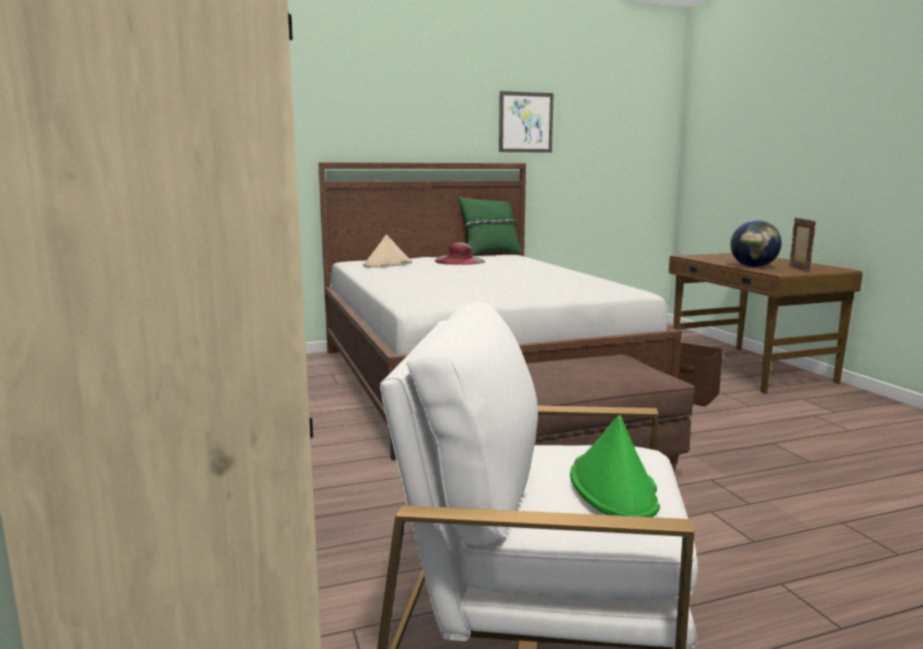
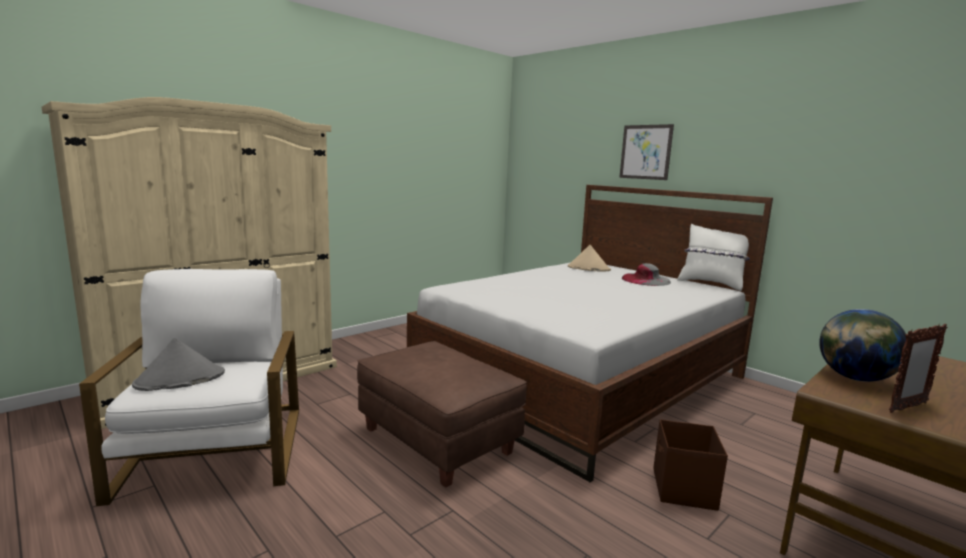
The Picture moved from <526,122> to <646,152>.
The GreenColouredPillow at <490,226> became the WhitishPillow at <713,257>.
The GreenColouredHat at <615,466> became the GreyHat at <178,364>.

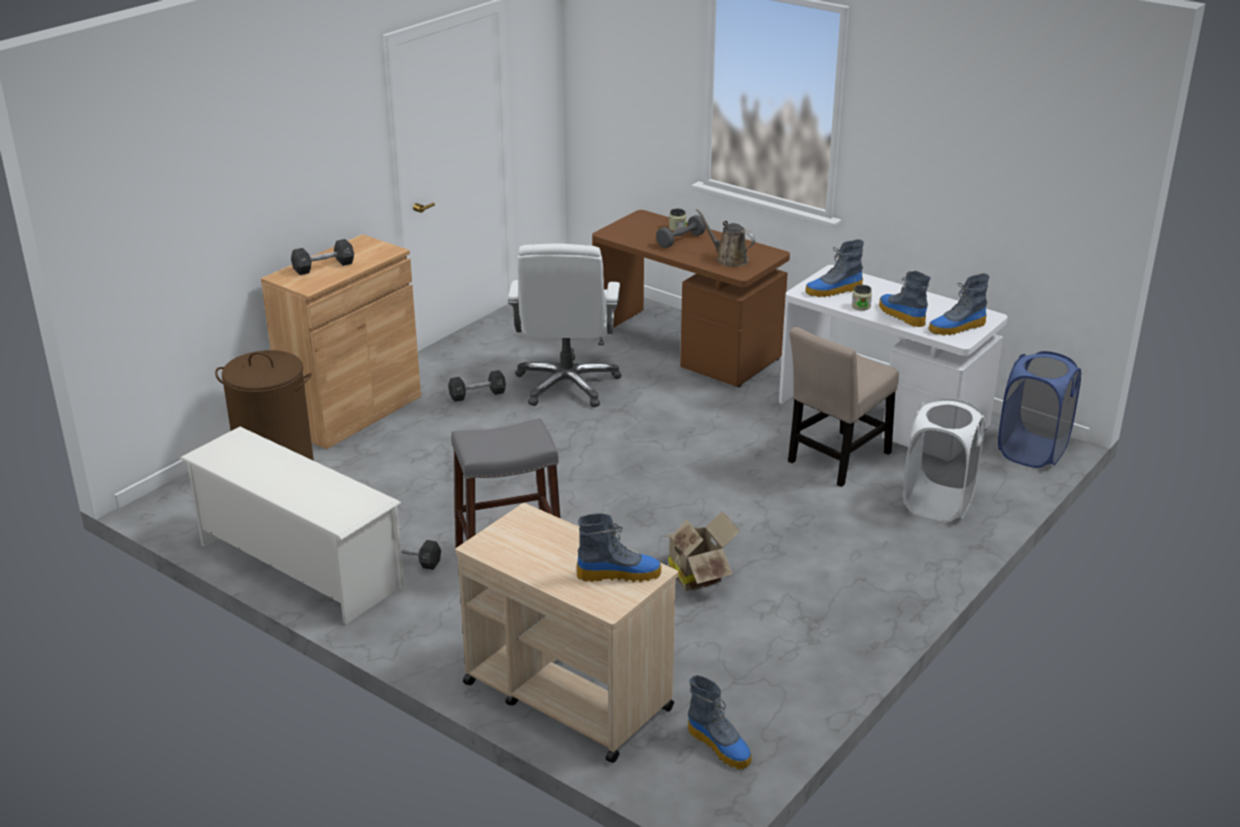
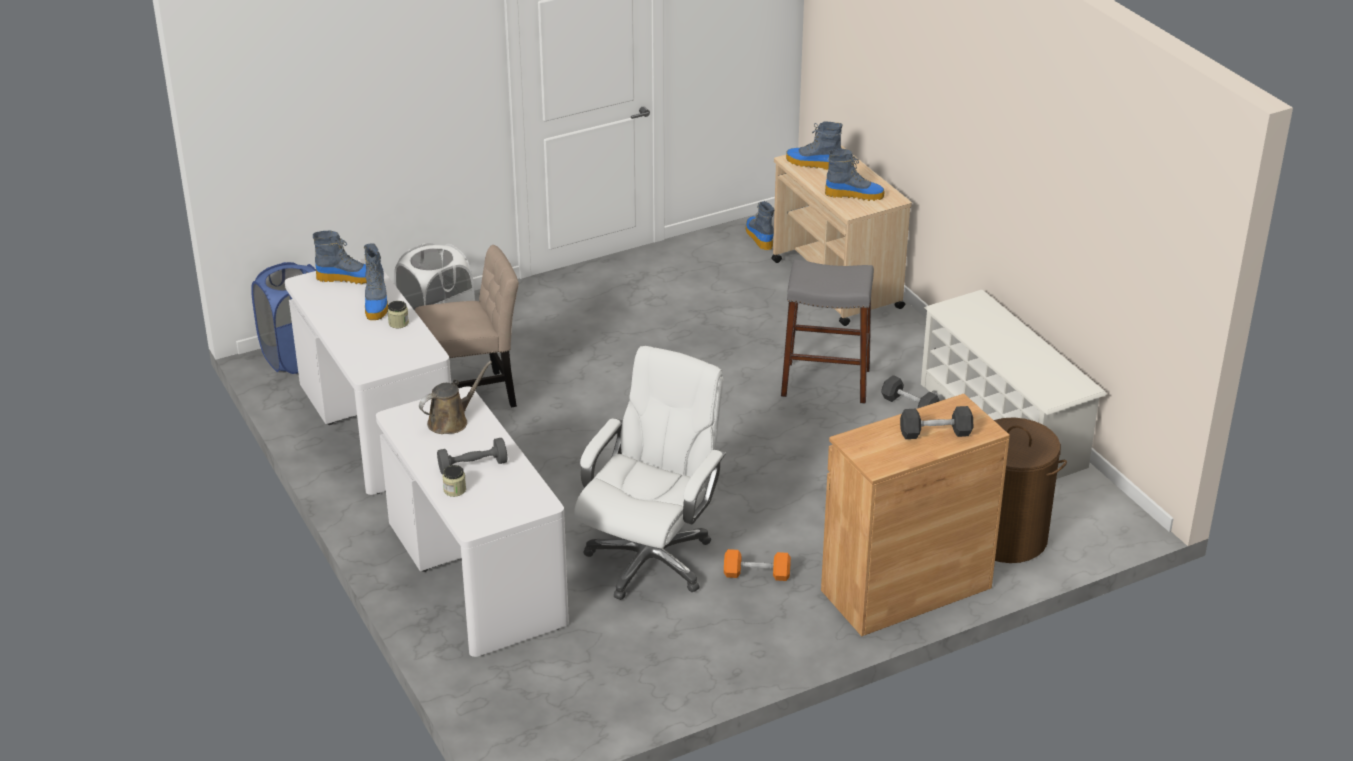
The CardboardBox at <701,551> disappeared.
The TallBoot moved from <834,268> to <854,175>.
The BlackColouredDumbbell at <477,386> became the OrangeDumbbell at <757,565>.
The BrownColouredDeskTable at <691,299> became the WhitishDeskTable at <472,521>.
The BrownColouredWateringCan at <725,238> turned 105 degrees counterclockwise.

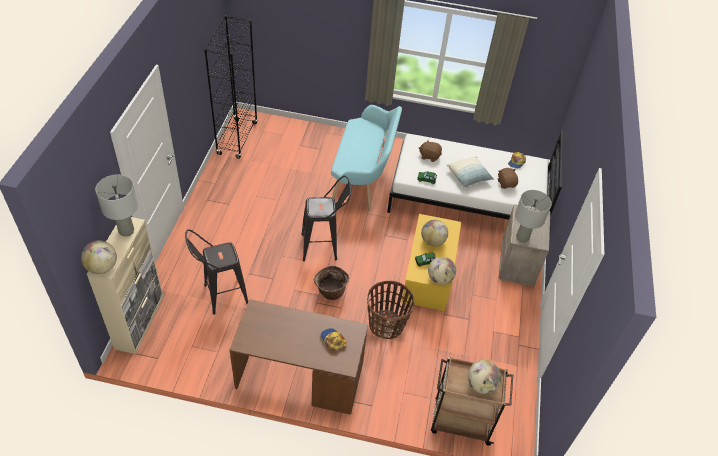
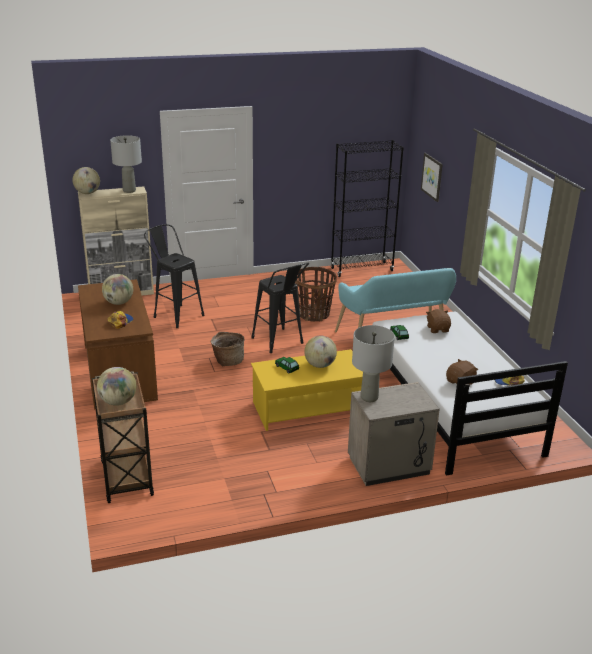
The Pillow at <470,172> disappeared.
The Picture at <432,177> appeared.
The Basket moved from <391,310> to <316,294>.
The WorldGlobe moved from <442,270> to <117,289>.

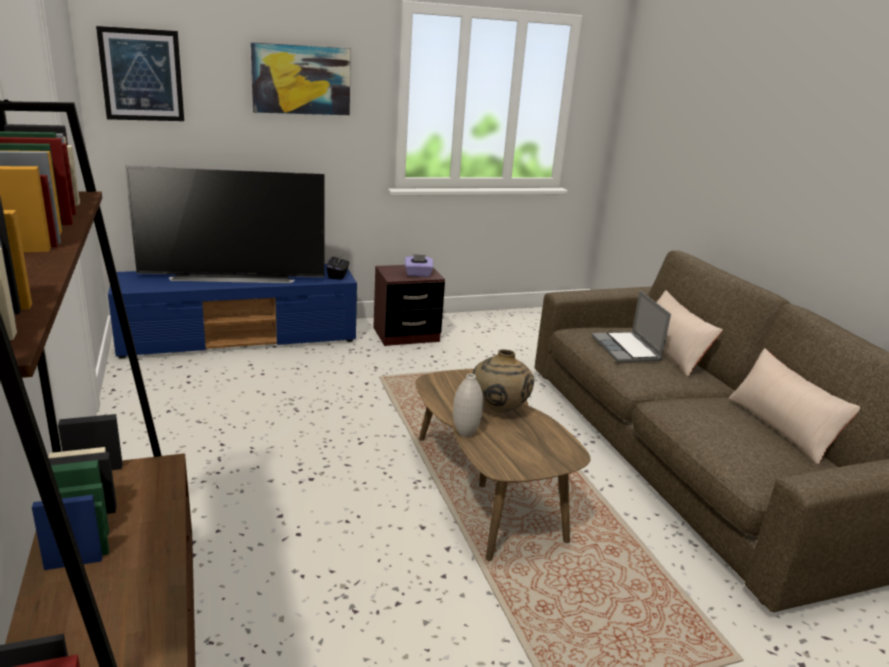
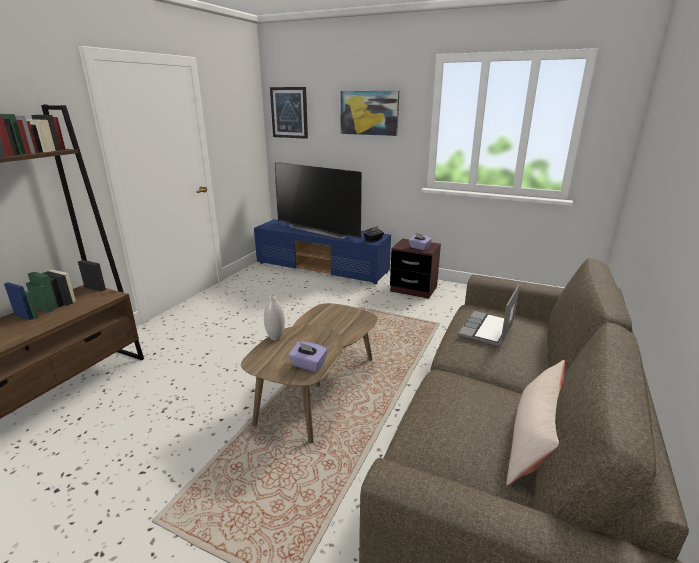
The BeigeColouredVase at <503,381> disappeared.
The BeigeColouredPillow at <689,333> disappeared.
The PurpleColouredBoxOfTissues at <307,356> appeared.

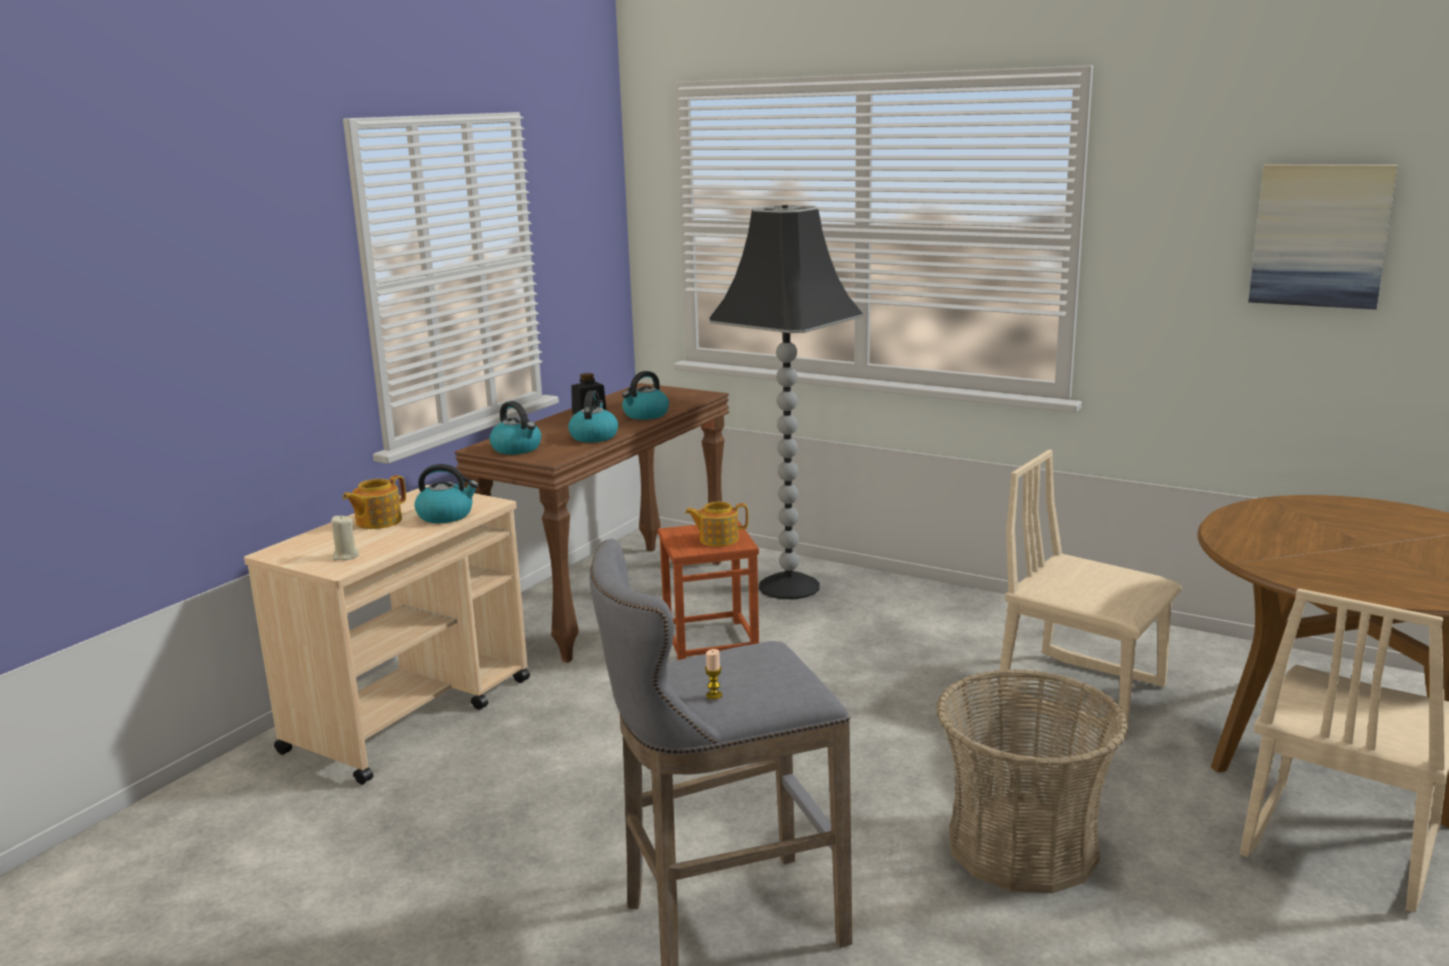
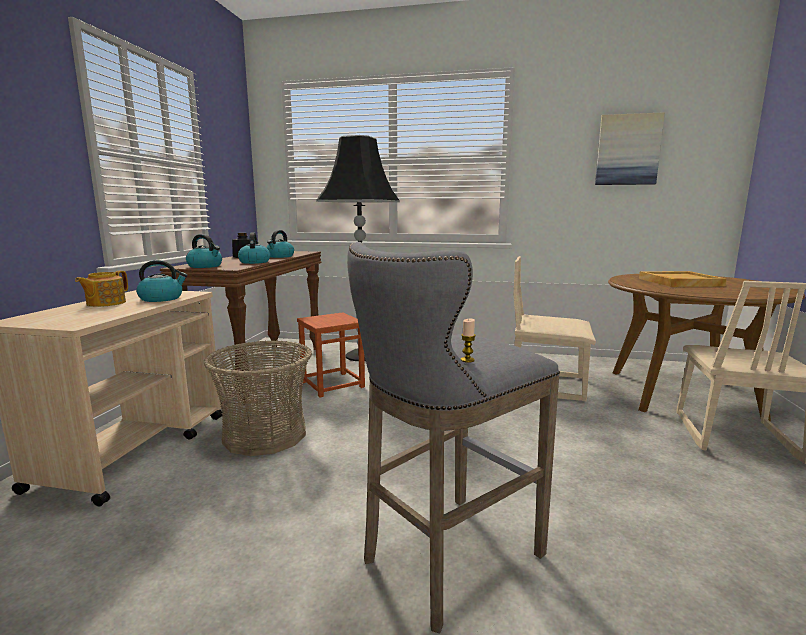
The BeigeColouredWaxCandle at <345,538> disappeared.
The PotForTea at <716,524> disappeared.
The BeigeColouredServingTray at <683,279> appeared.
The Basket moved from <1032,781> to <258,398>.

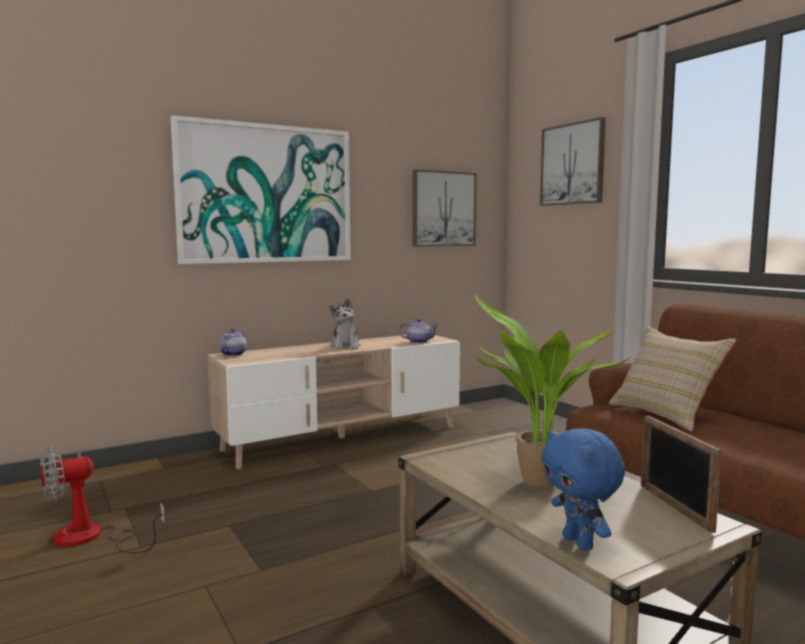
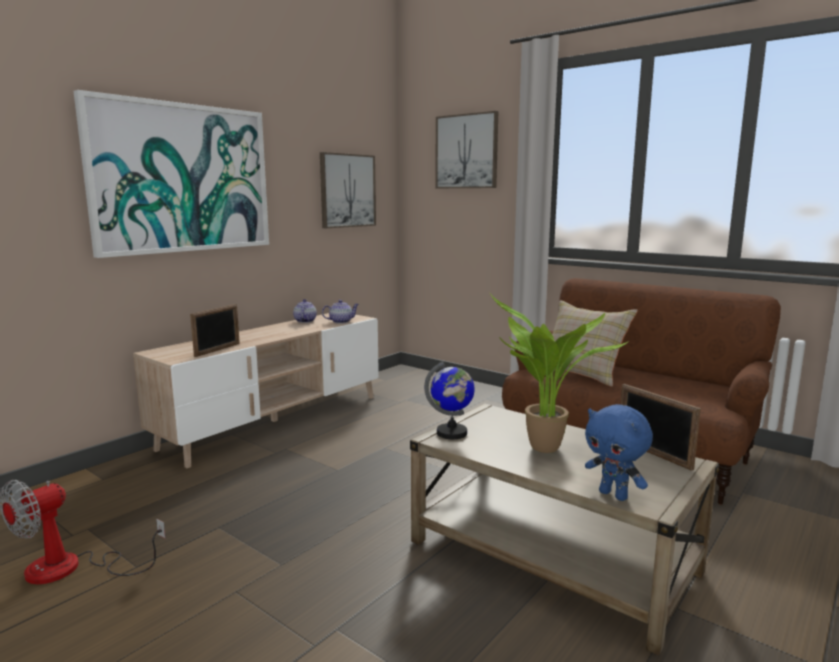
The PlushToy at <345,324> disappeared.
The StandingFrame at <215,330> appeared.
The WorldGlobe at <449,400> appeared.
The PotForTea moved from <233,342> to <305,311>.

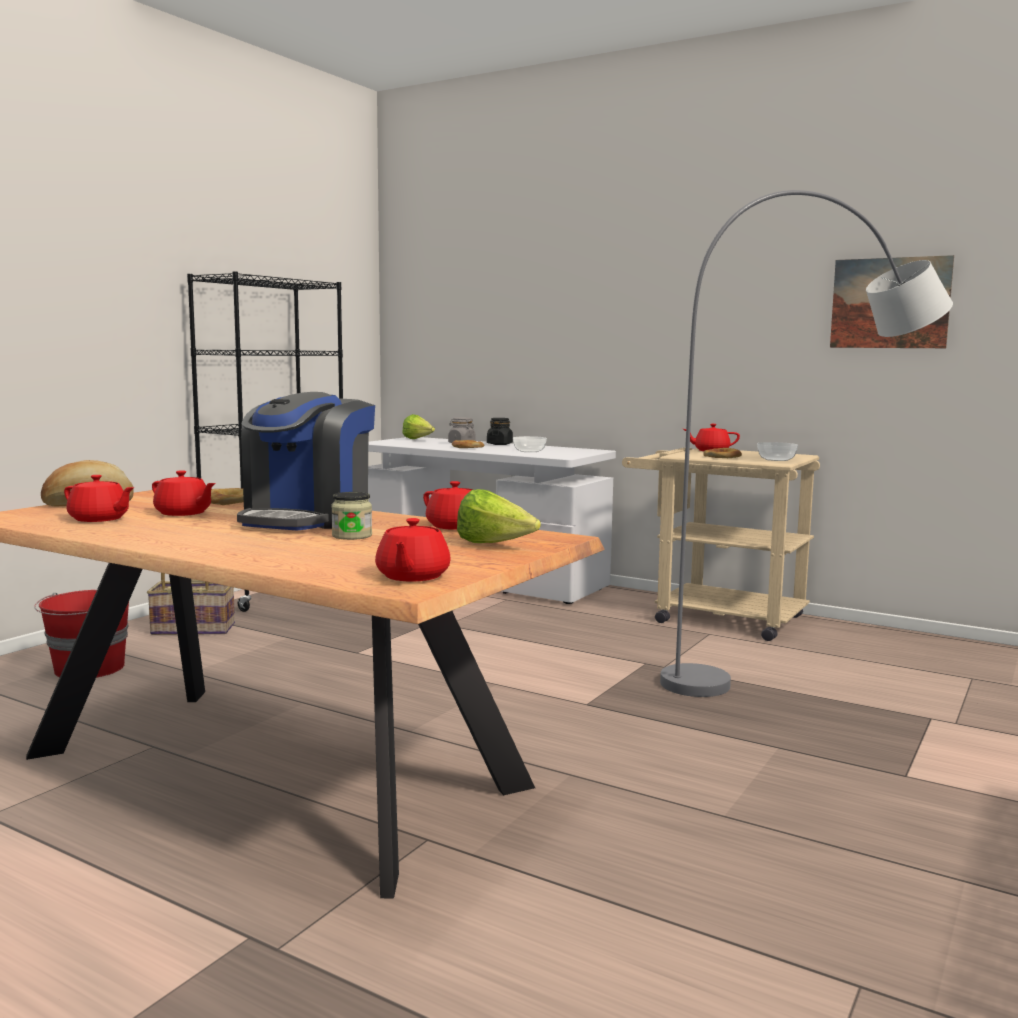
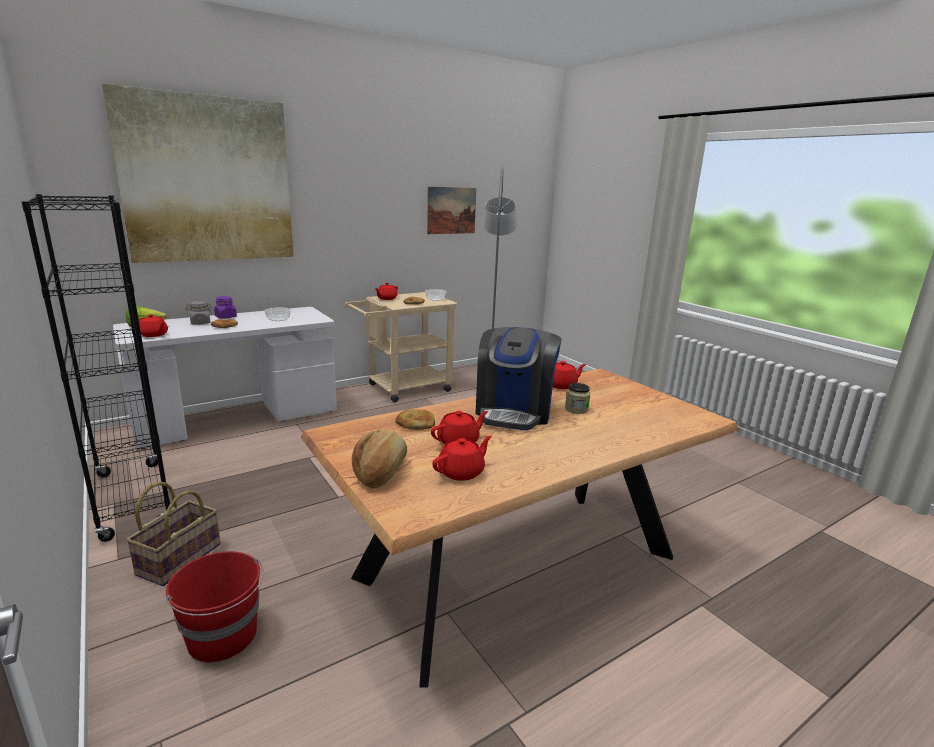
The LettuceHead at <499,516> disappeared.
The Picture at <198,173> appeared.
The RedColouredPotForTea moved from <413,549> to <153,325>.
The BlackColouredPreserveJar at <500,431> became the PurpleColouredPreserveJar at <225,307>.
The CoffeeMachine at <306,461> turned 60 degrees clockwise.

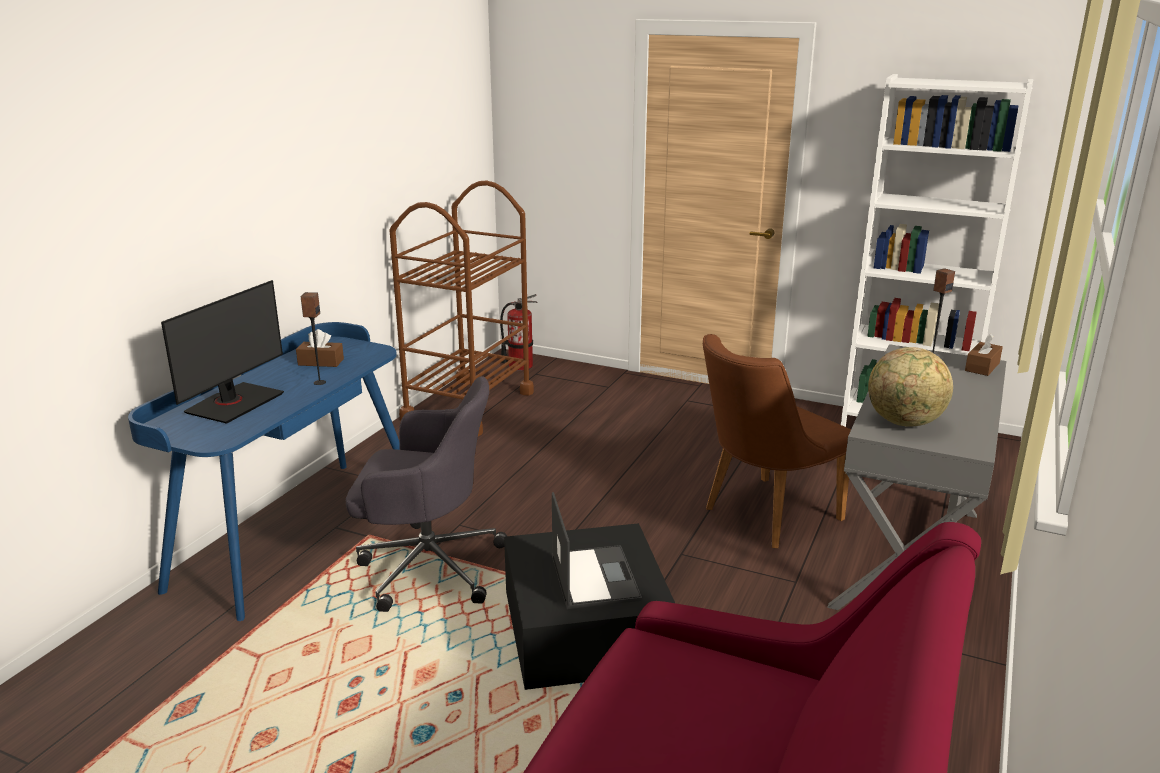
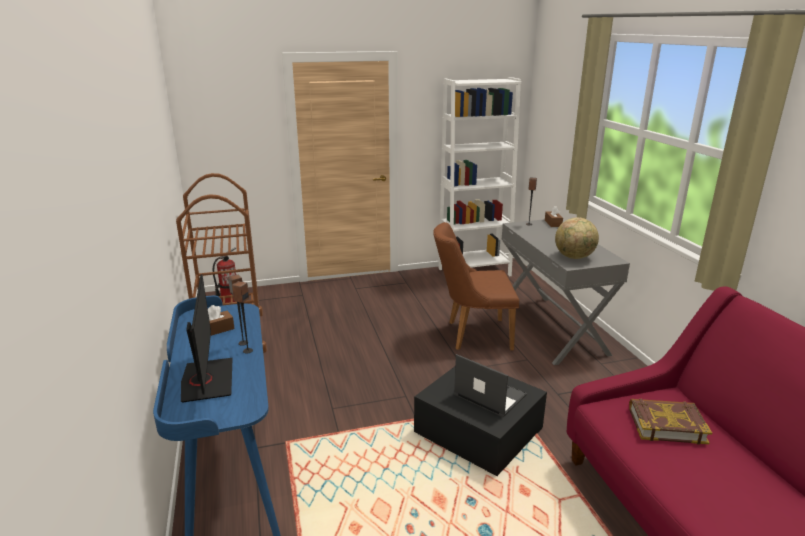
The GreyComputerChair at <426,494> disappeared.
The AudioSpeaker at <242,317> appeared.
The Book at <670,422> appeared.
The BrownColouredChair at <777,441> turned 75 degrees clockwise.

